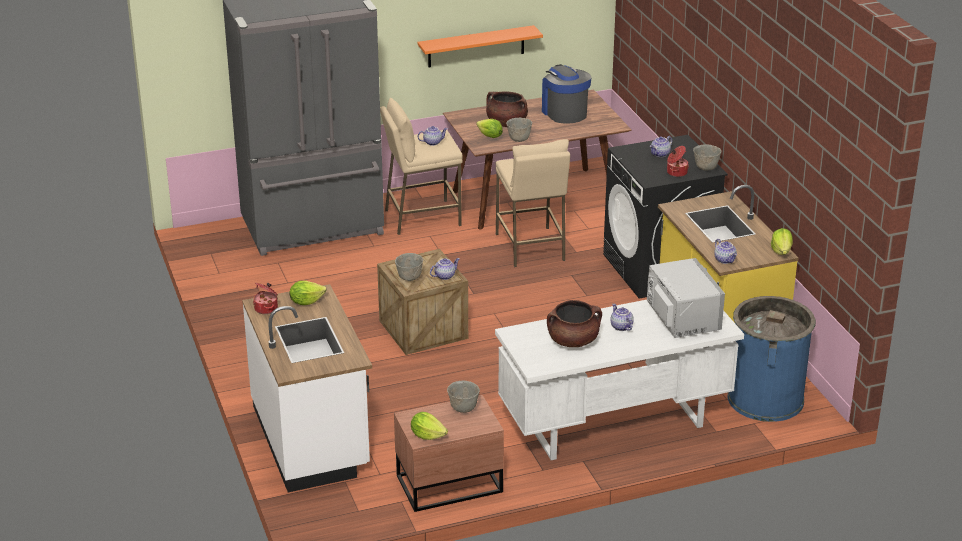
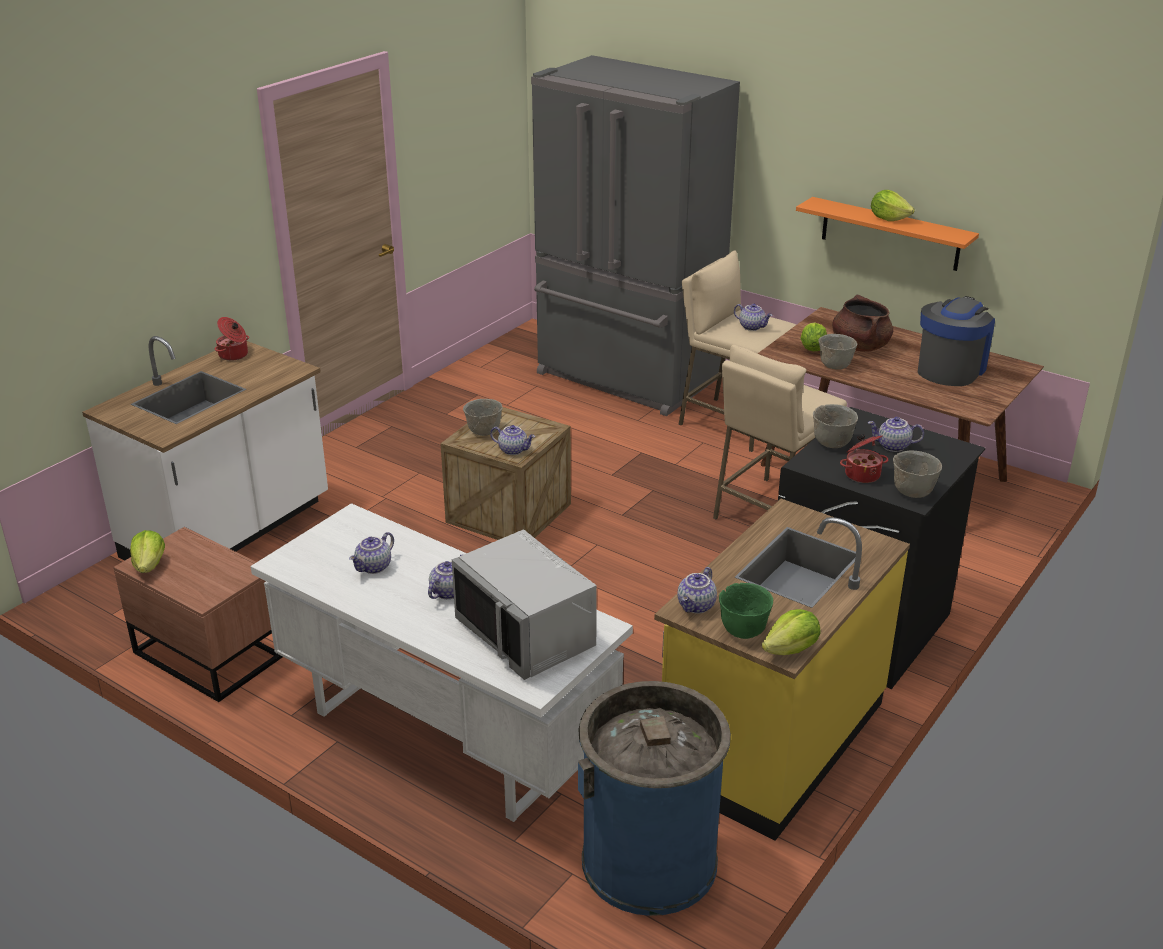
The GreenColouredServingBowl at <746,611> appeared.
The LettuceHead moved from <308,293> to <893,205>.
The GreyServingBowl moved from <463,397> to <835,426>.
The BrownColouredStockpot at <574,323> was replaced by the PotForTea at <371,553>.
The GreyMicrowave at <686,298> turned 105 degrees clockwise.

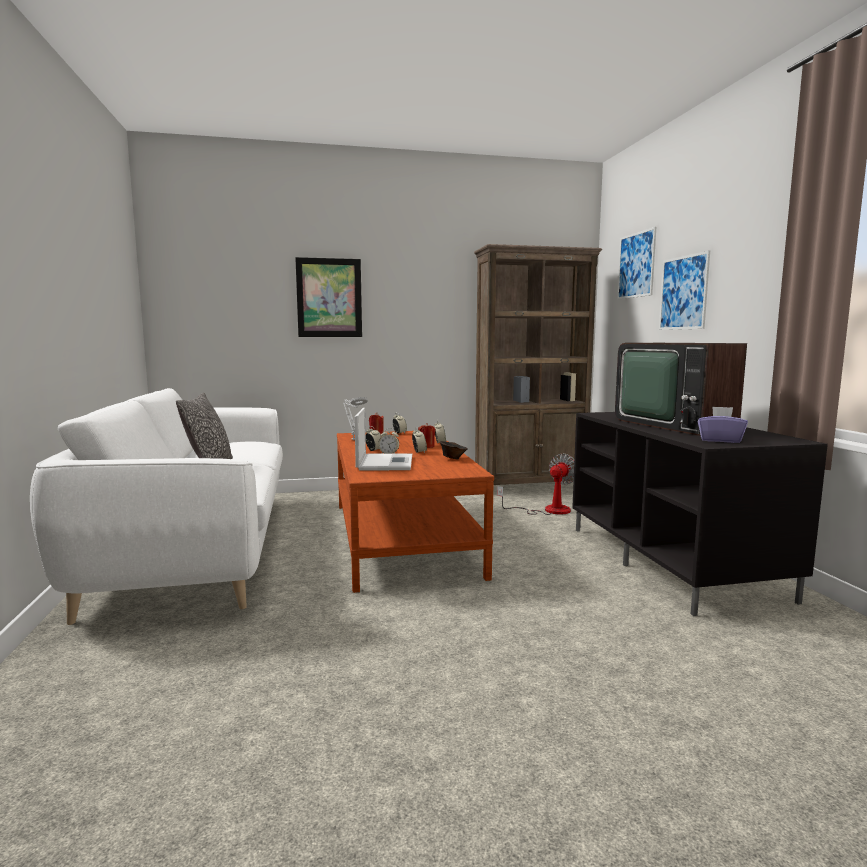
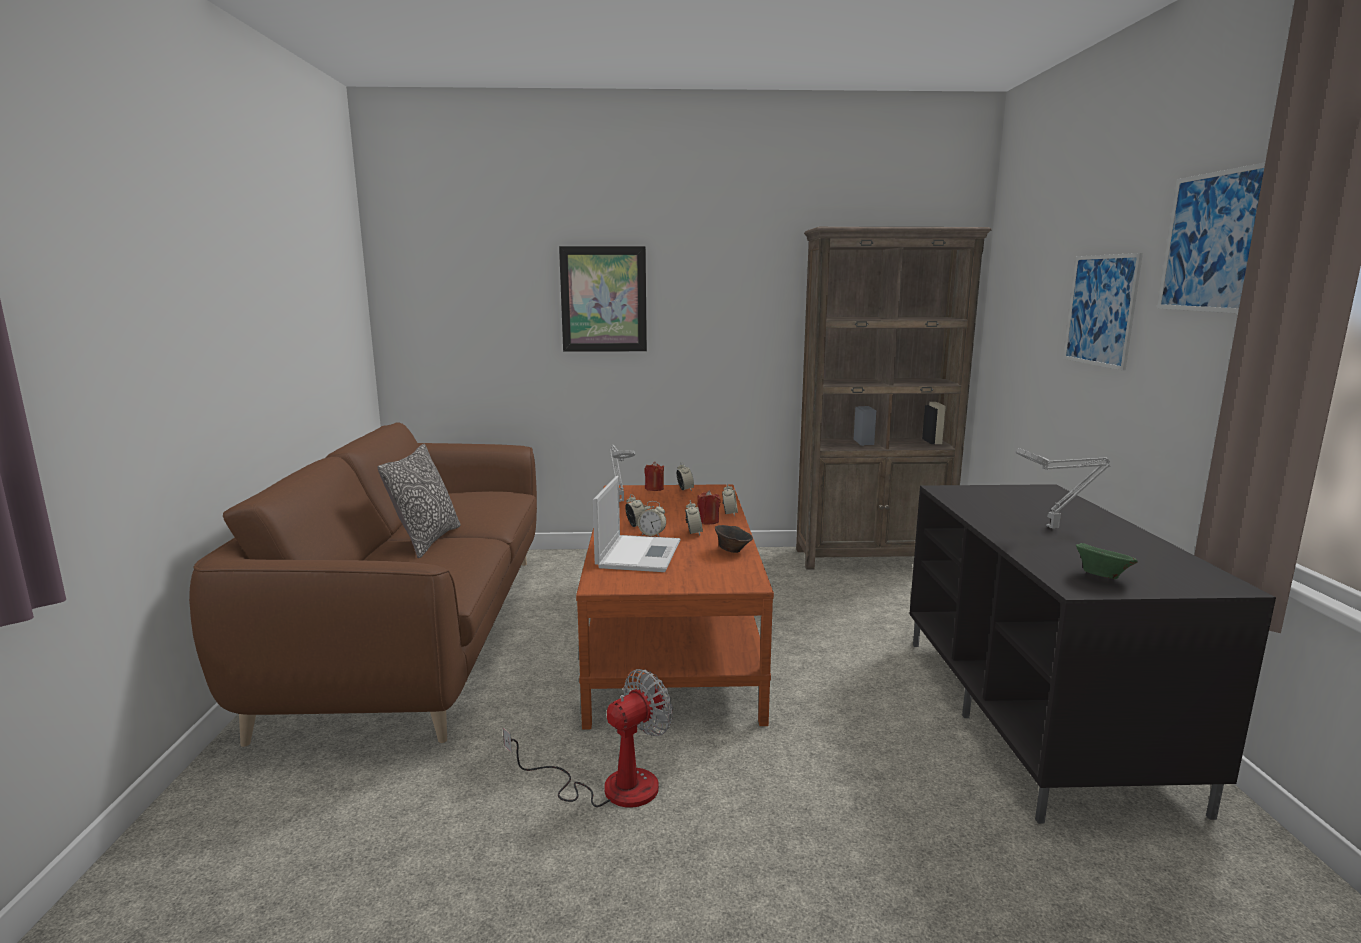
The CoolingFan moved from <535,484> to <588,738>.
The Picture moved from <636,263> to <1211,237>.
The Television at <681,389> was replaced by the GreyTabletopLamp at <1063,488>.
The PurpleColouredBoxOfTissues at <723,424> was replaced by the GreenColouredServingBowl at <1107,561>.
The WhitishSofa at <156,506> became the BrownColouredSofa at <363,585>.

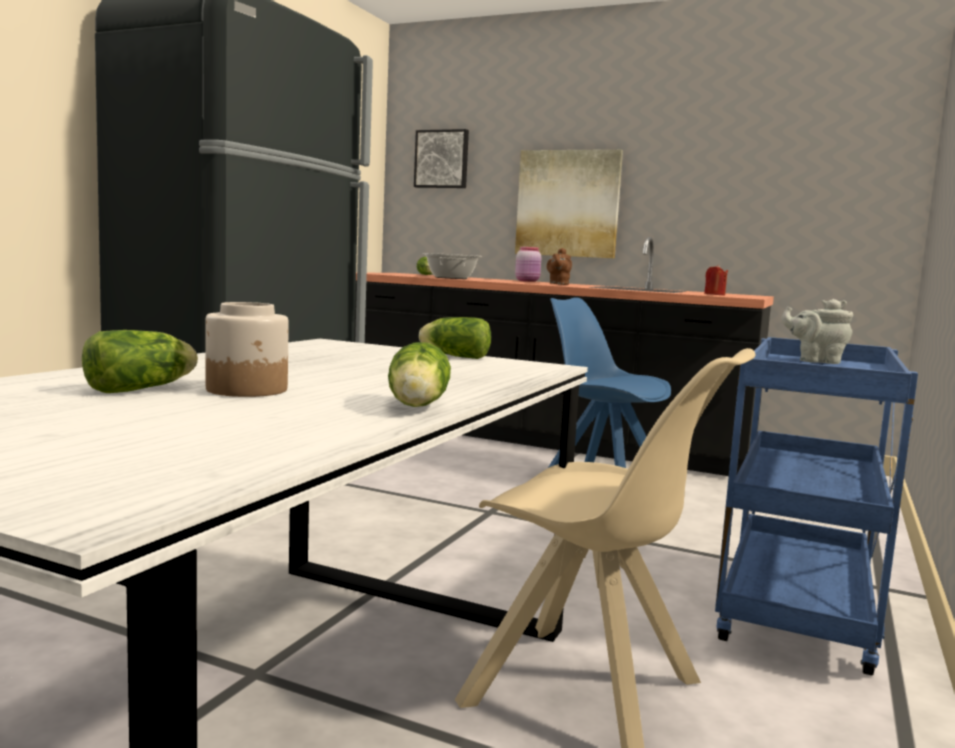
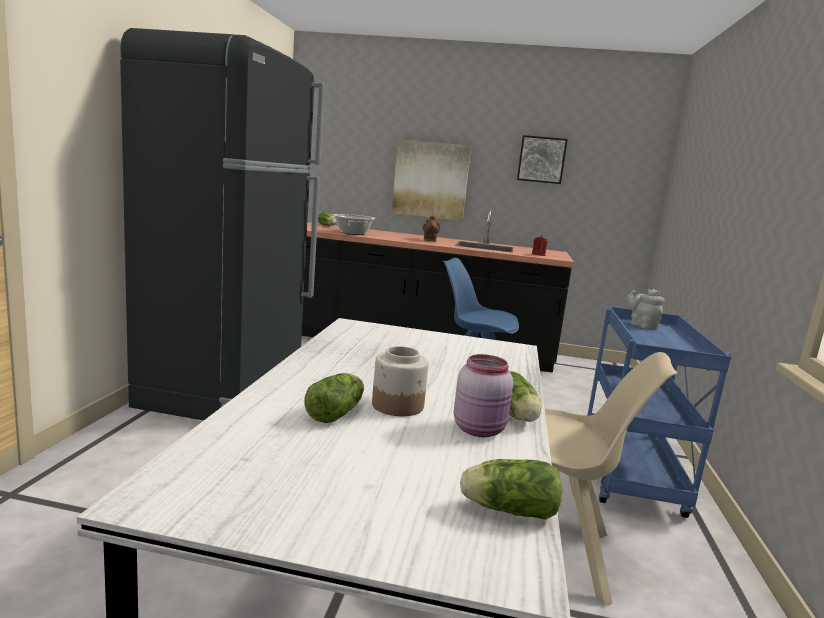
The Picture moved from <441,158> to <542,159>.
The LettuceHead moved from <455,338> to <511,489>.
The PinkishPreserveJar moved from <528,264> to <483,395>.
The GreyPotForTea at <817,331> turned 60 degrees clockwise.

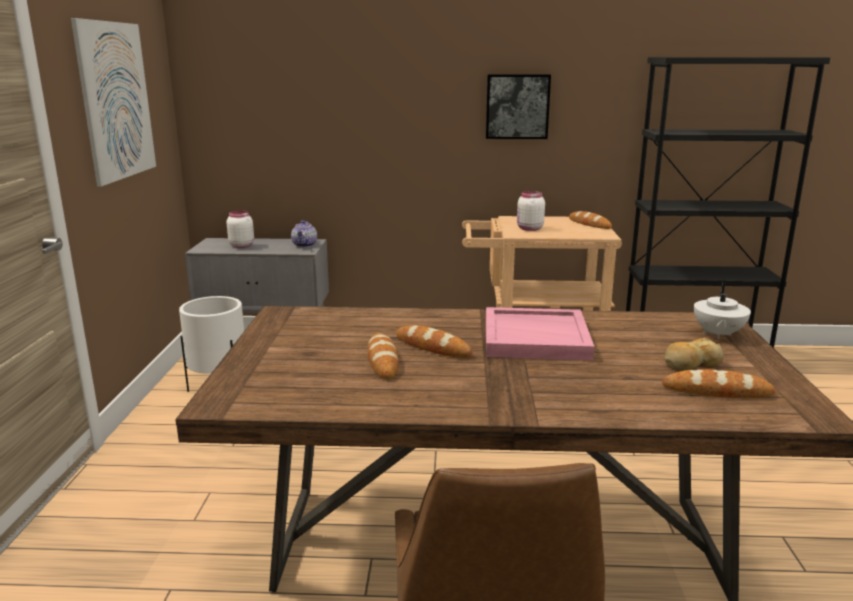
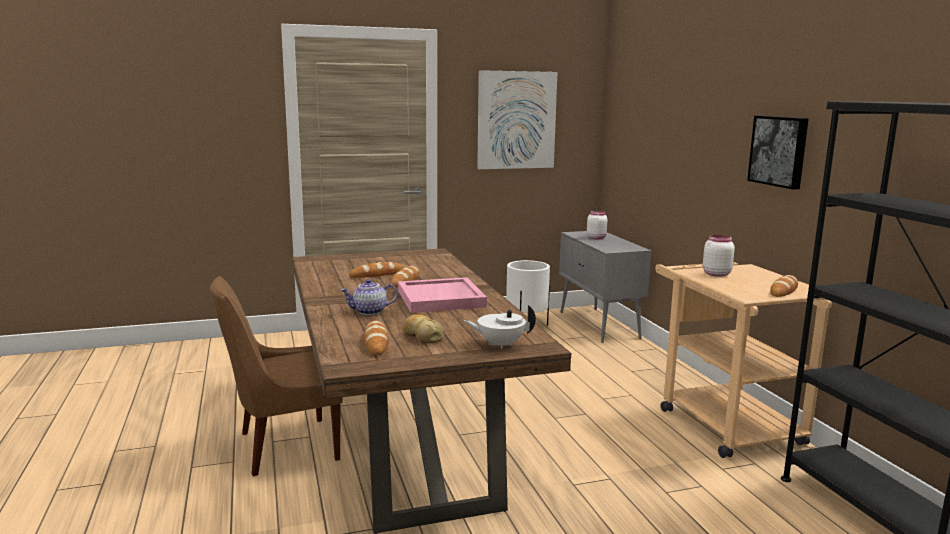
The PotForTea moved from <304,234> to <369,297>.

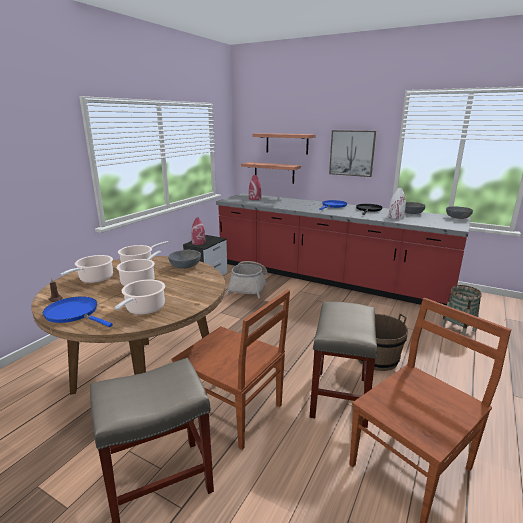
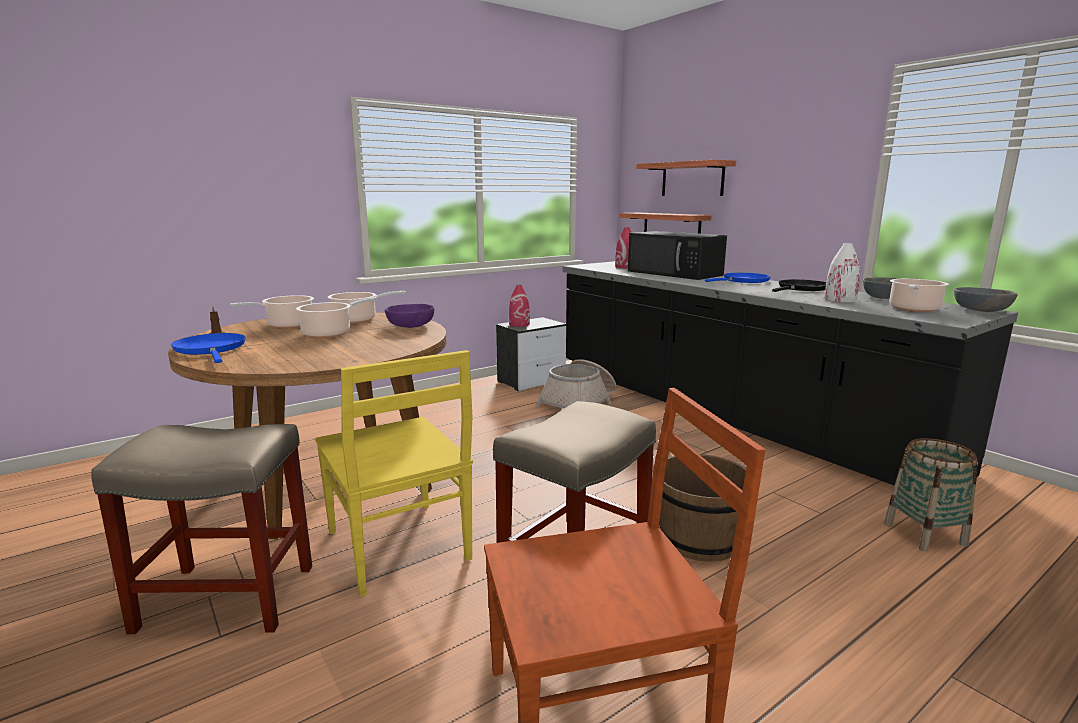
The Picture at <352,153> disappeared.
The BlackColouredMicrowave at <677,255> appeared.
The Stockpot moved from <139,297> to <919,295>.
The GreyServingBowl at <184,259> became the PurpleColouredServingBowl at <409,316>.
The BrownColouredChair at <231,369> became the YellowColouredChair at <394,473>.
The RedColouredKitchenCounter at <343,249> became the BlackColouredKitchenCounter at <790,373>.

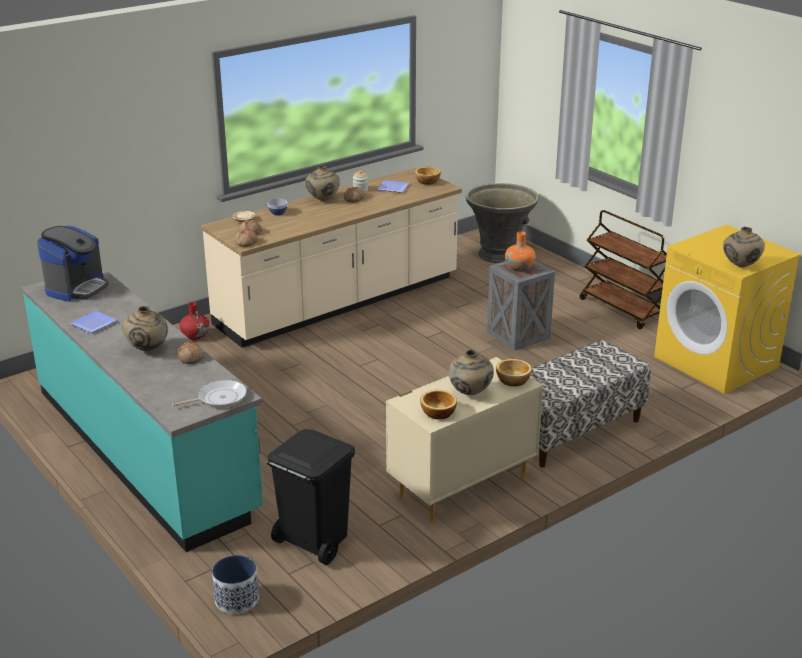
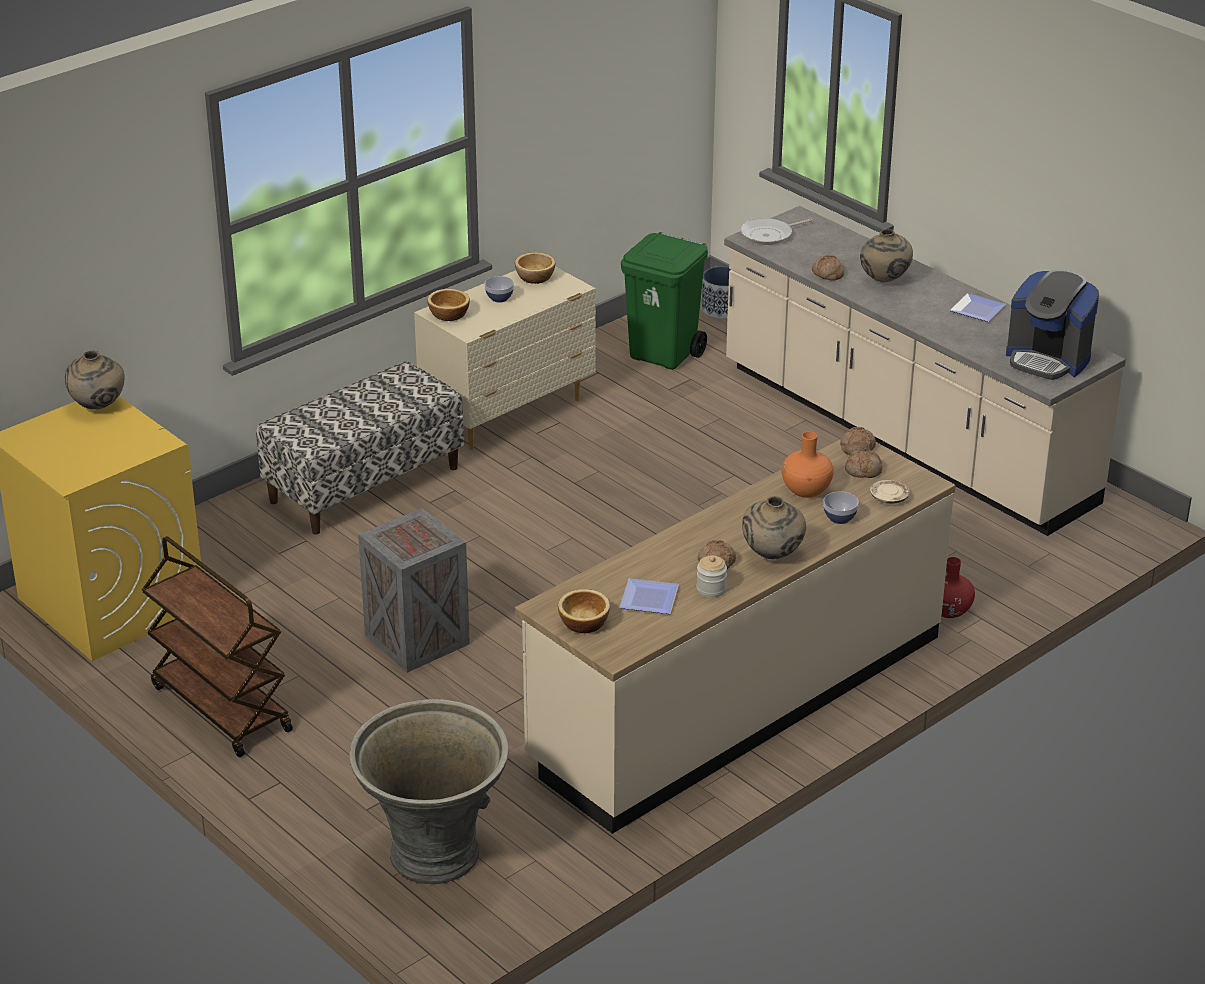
The OrangeVase moved from <520,251> to <808,464>.
The BeigeColouredVase at <471,372> was replaced by the ServingBowl at <499,289>.
The TurquoiseKitchenCounter at <142,409> became the BeigeColouredKitchenCounter at <925,371>.
The BlackColouredRubbishBin at <310,497> became the GreenColouredRubbishBin at <664,301>.
The CoffeeMachine at <73,264> turned 75 degrees counterclockwise.

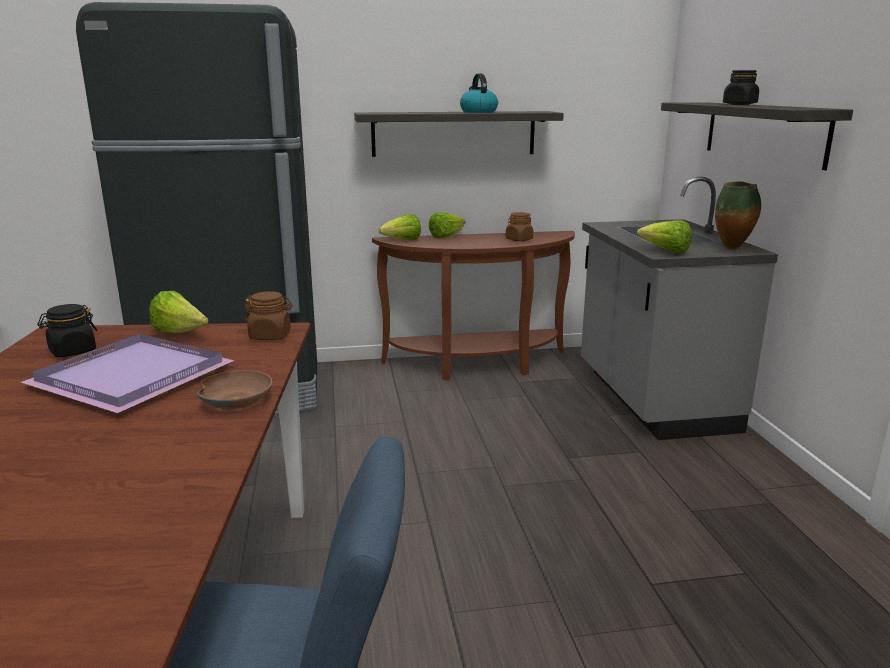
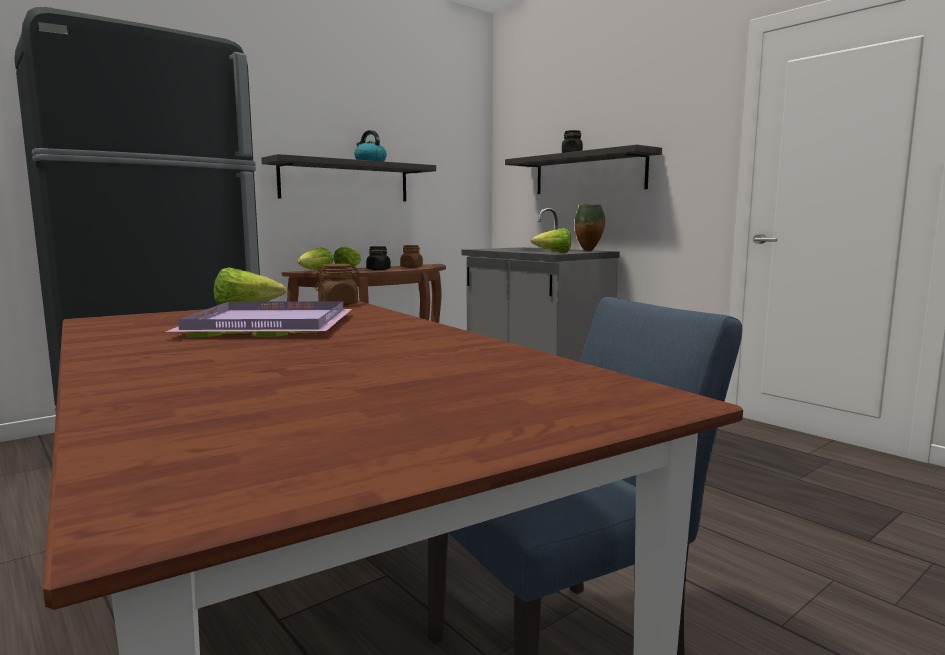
The BrownColouredServingBowl at <235,389> disappeared.
The BlackColouredPreserveJar moved from <67,330> to <378,258>.

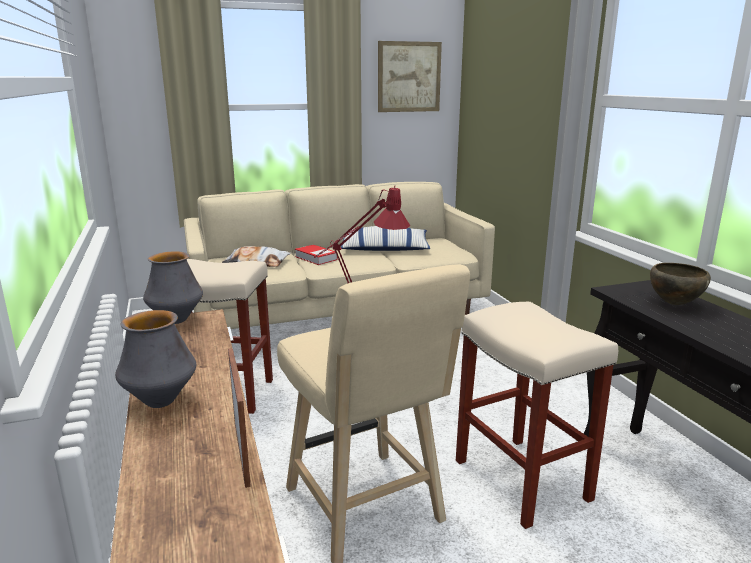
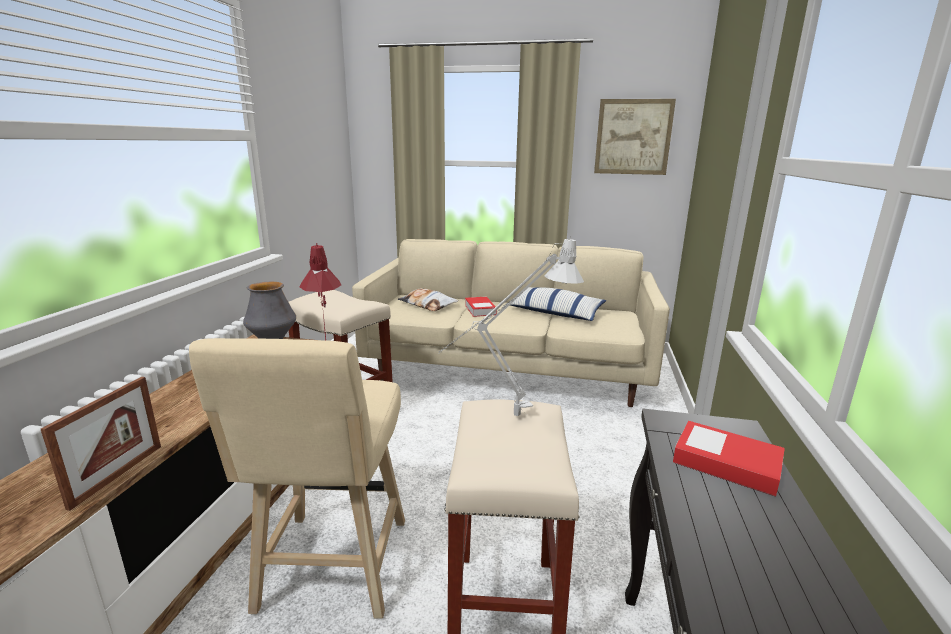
The Vase at <155,359> disappeared.
The GreyTabletopLamp at <511,326> appeared.
The BrownColouredServingBowl at <680,284> was replaced by the Book at <729,459>.

